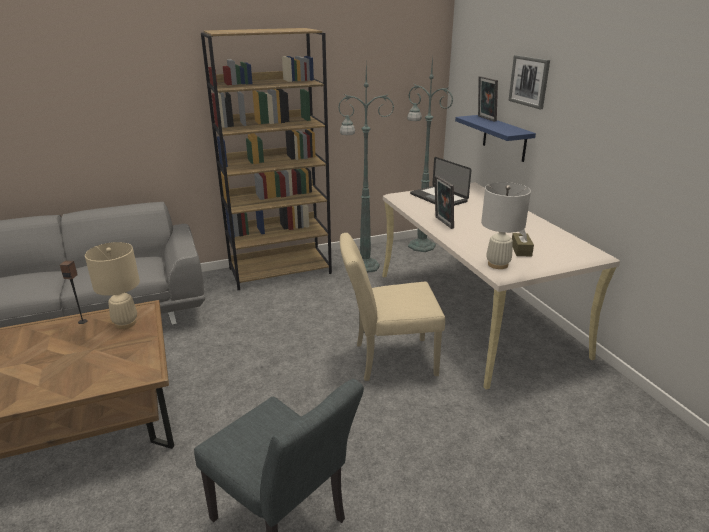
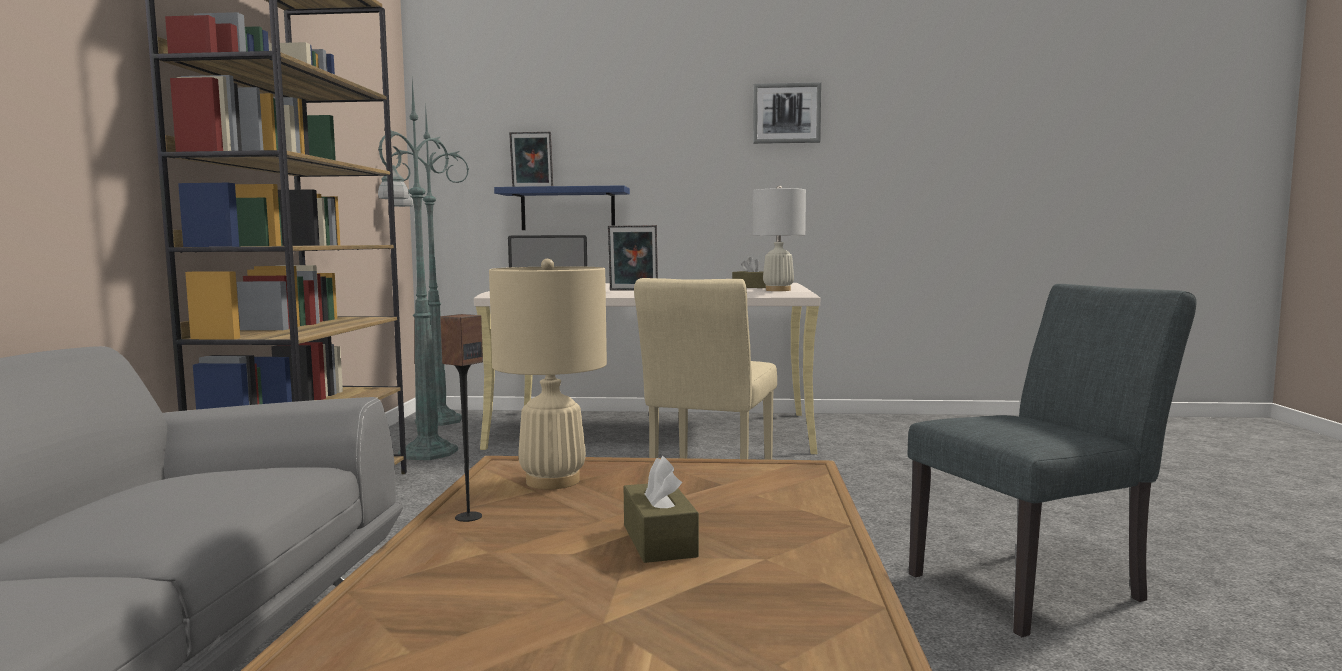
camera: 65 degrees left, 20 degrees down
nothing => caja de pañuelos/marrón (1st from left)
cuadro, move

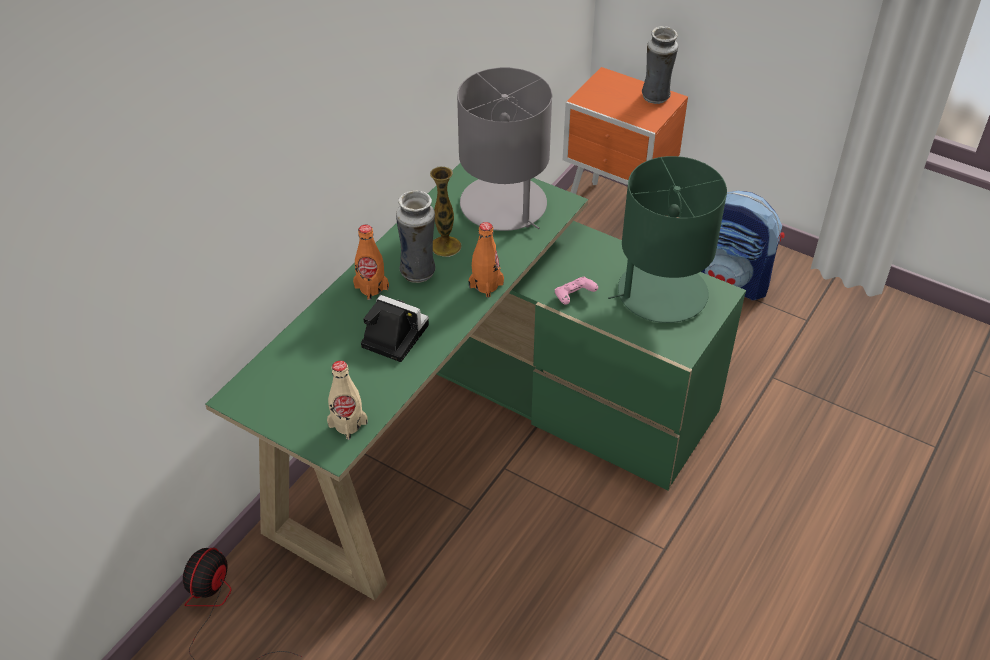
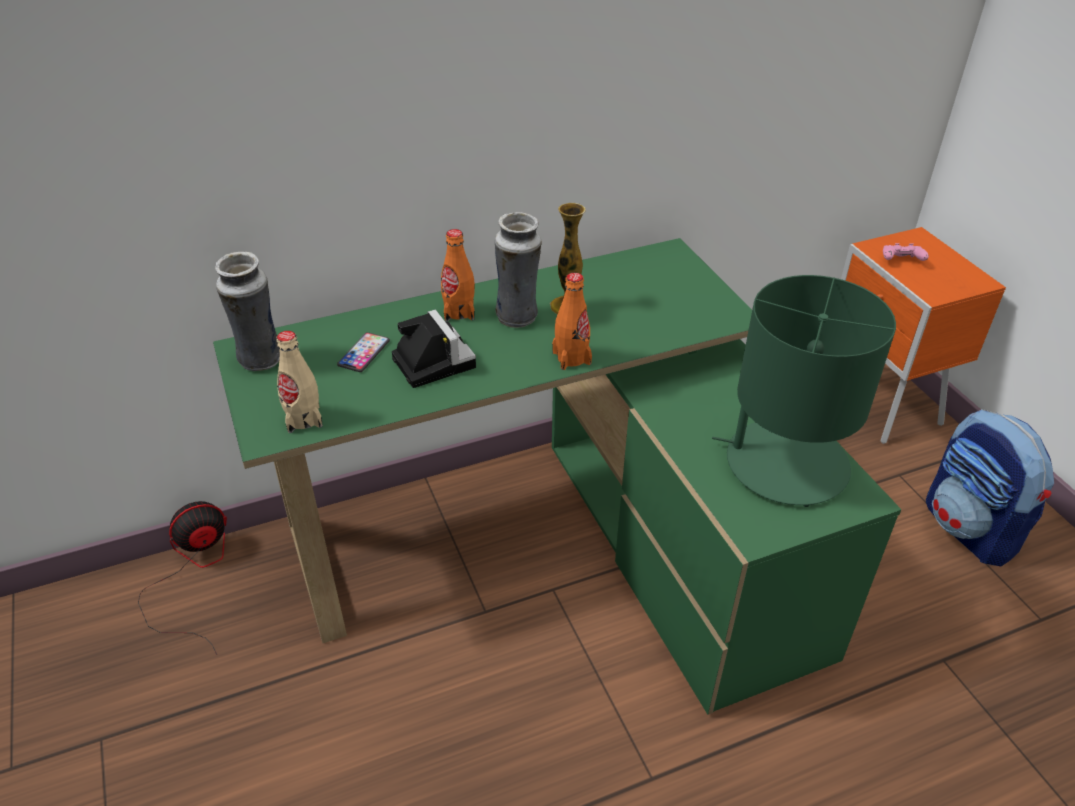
camera: 35 degrees right, 5 degrees down
florero (3rd from left in the first image) => florero (1st from left), move
nothing => móvil
mando de consola/rosa, move
lámpara de mesa/gris => nothing

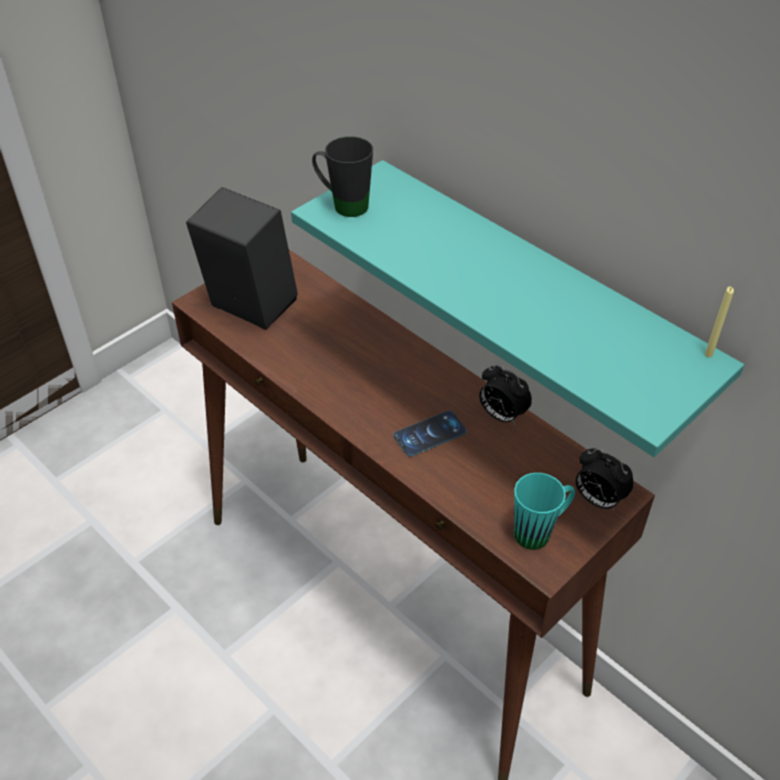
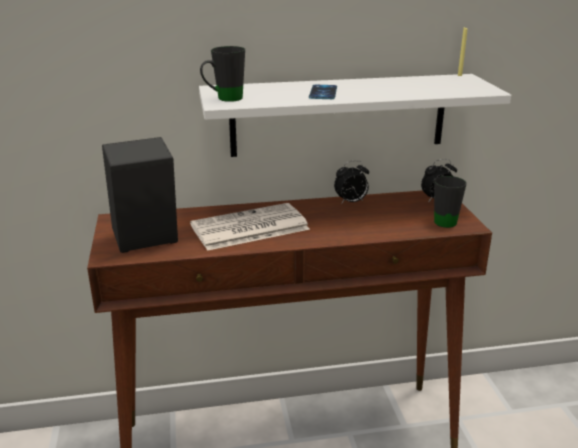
camera: 55 degrees left, 20 degrees down
nothing => periódico
estante/turquesa => estante/blanco
móvil, move
taza grande/turquesa => taza grande/negro (2nd from left)

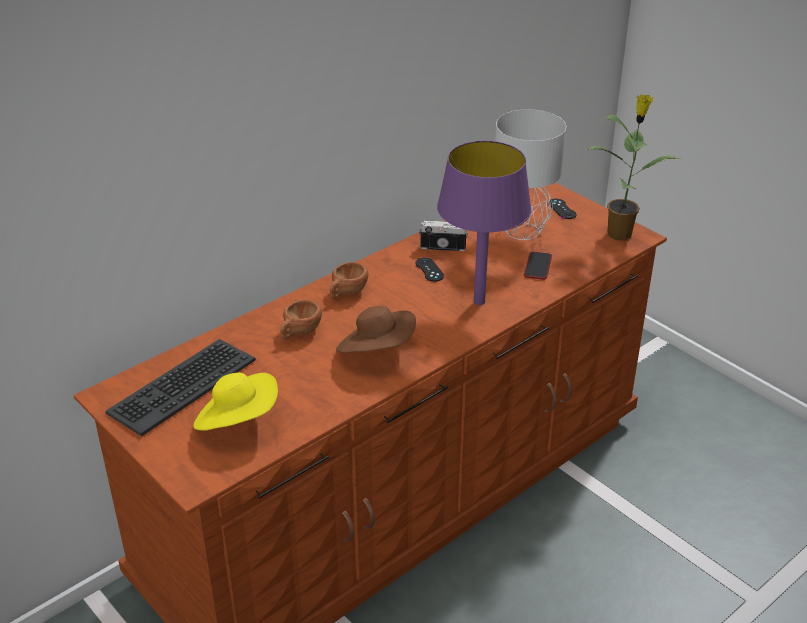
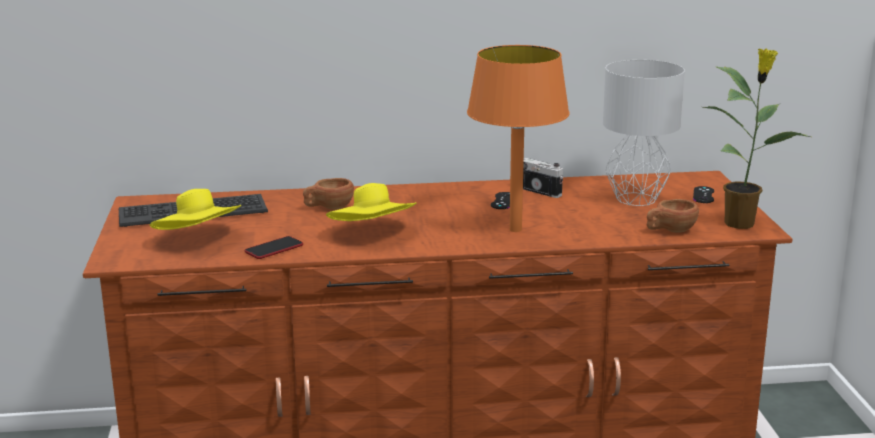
camera: 35 degrees right, 15 degrees down
móvil, move
sombrero/marrón => sombrero/amarillo (2nd from left)
lámpara de mesa/morado => lámpara de mesa/naranja
taza/marrón (2nd from left), move

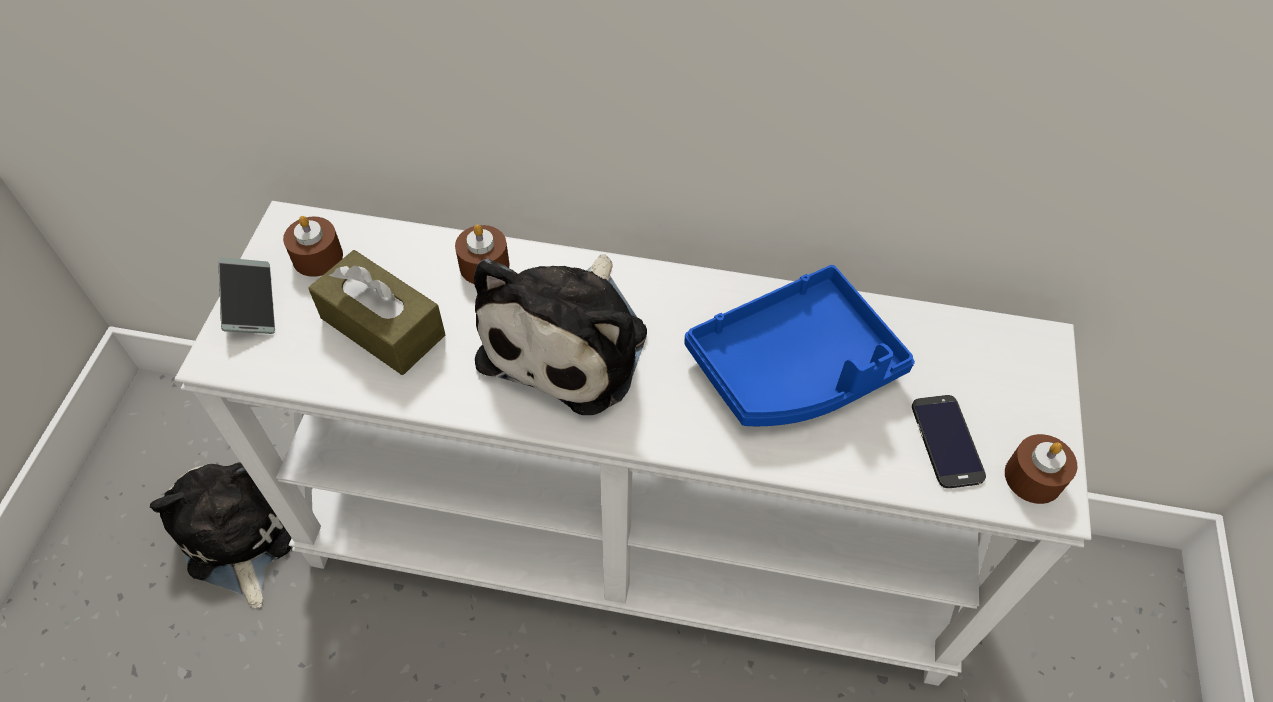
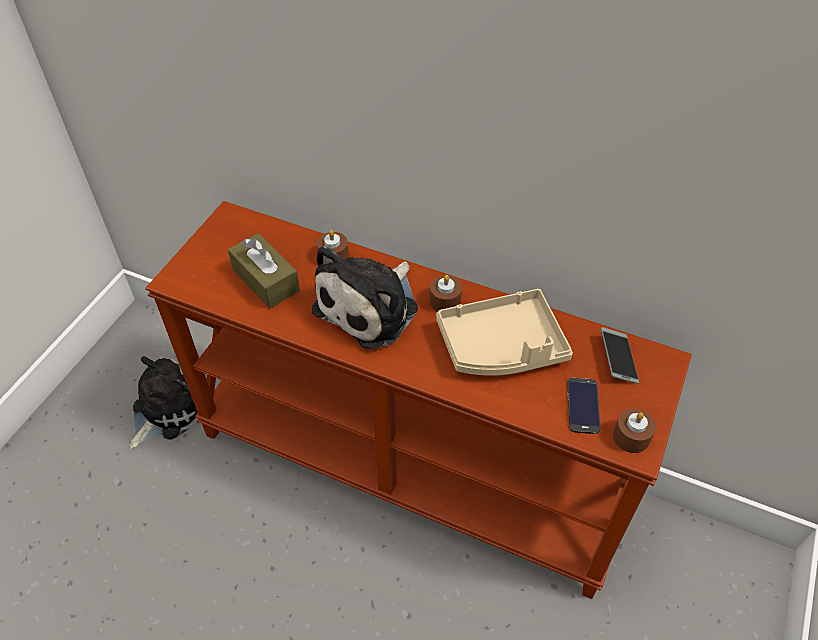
camera: 15 degrees right, 5 degrees down
peluche (1st from left), 45 degrees clockwise
mesa consola/blanco => mesa consola/marrón
vela/marrón (1st from left in the first image) => vela/marrón (2nd from left), move
bandeja/azul => bandeja/beis
móvil (1st from left in the first image) => móvil (2nd from left), move

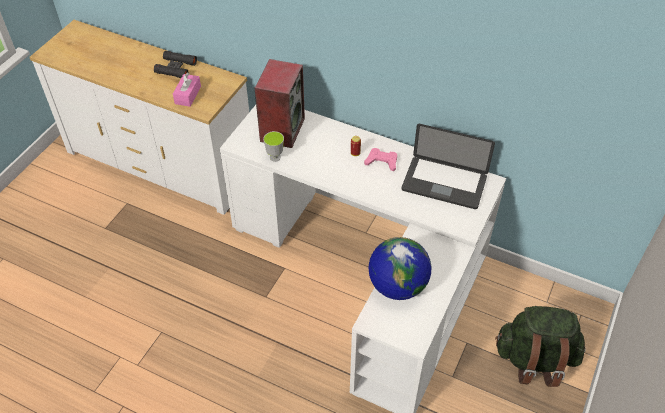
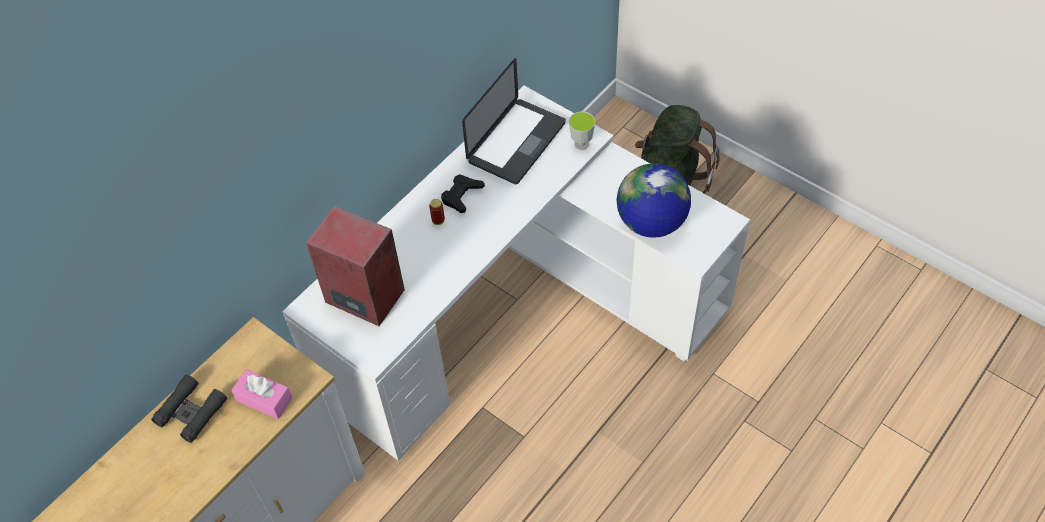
camera: 75 degrees left, 5 degrees up
mando de consola/rosa => mando de consola/negro
taza, move

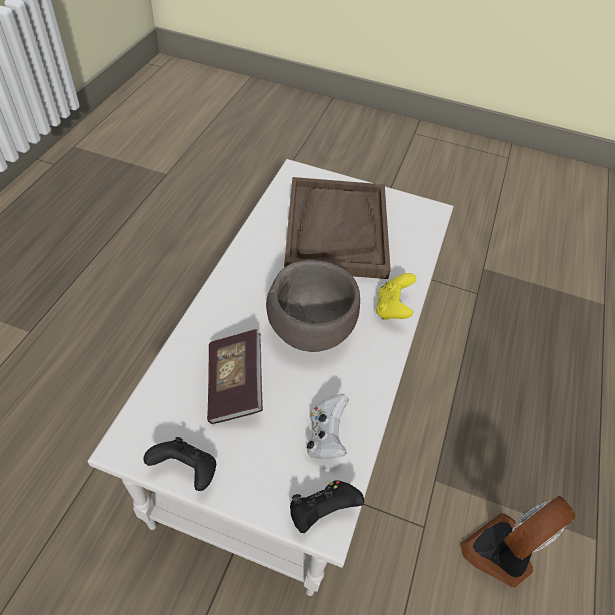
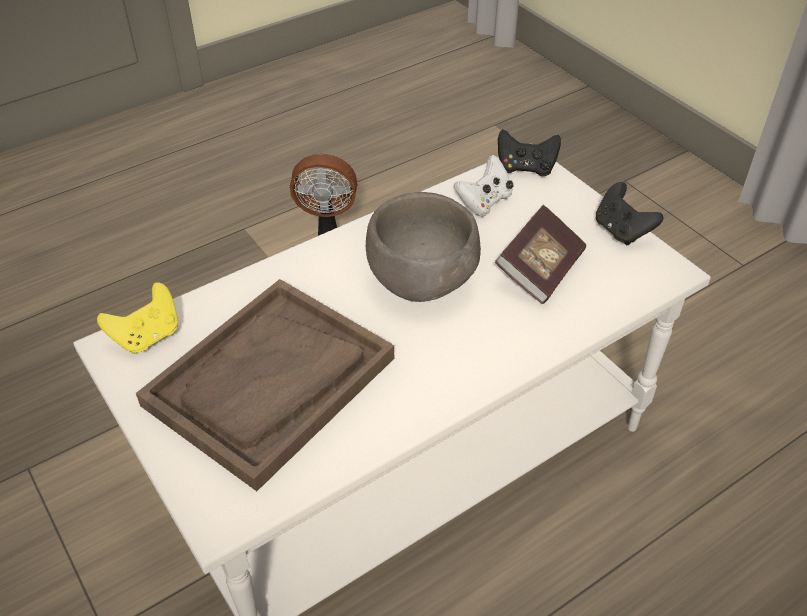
camera: 140 degrees left, 5 degrees down
mando de consola/amarillo, move

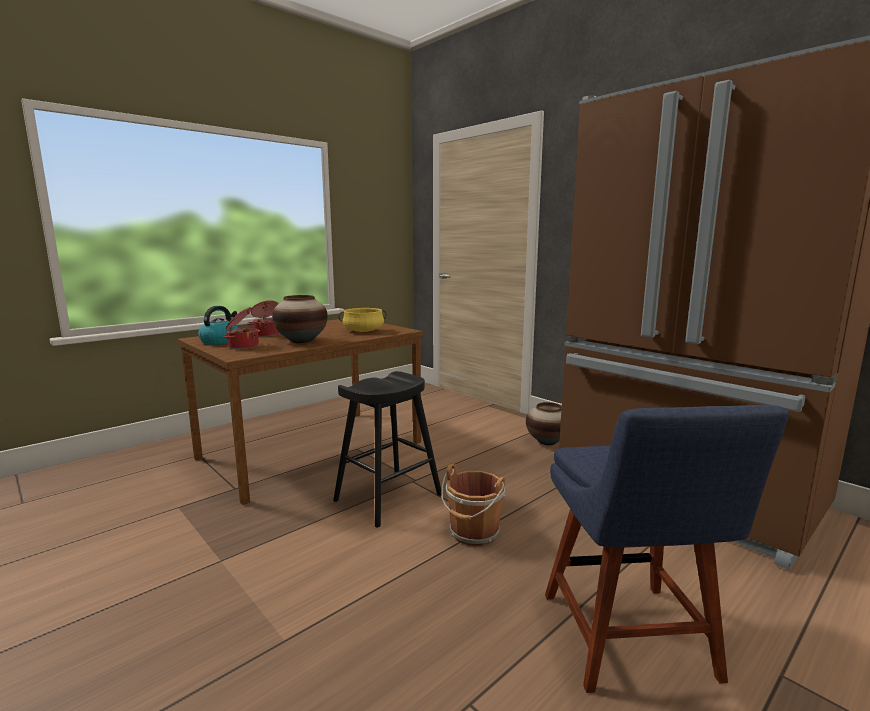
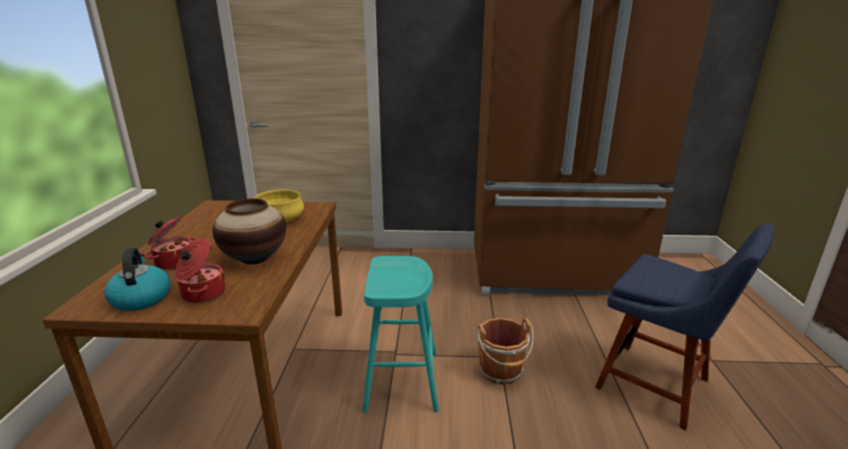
camera: 45 degrees left, 10 degrees up
taburete/negro => taburete/turquesa
florero (2nd from left) => nothing

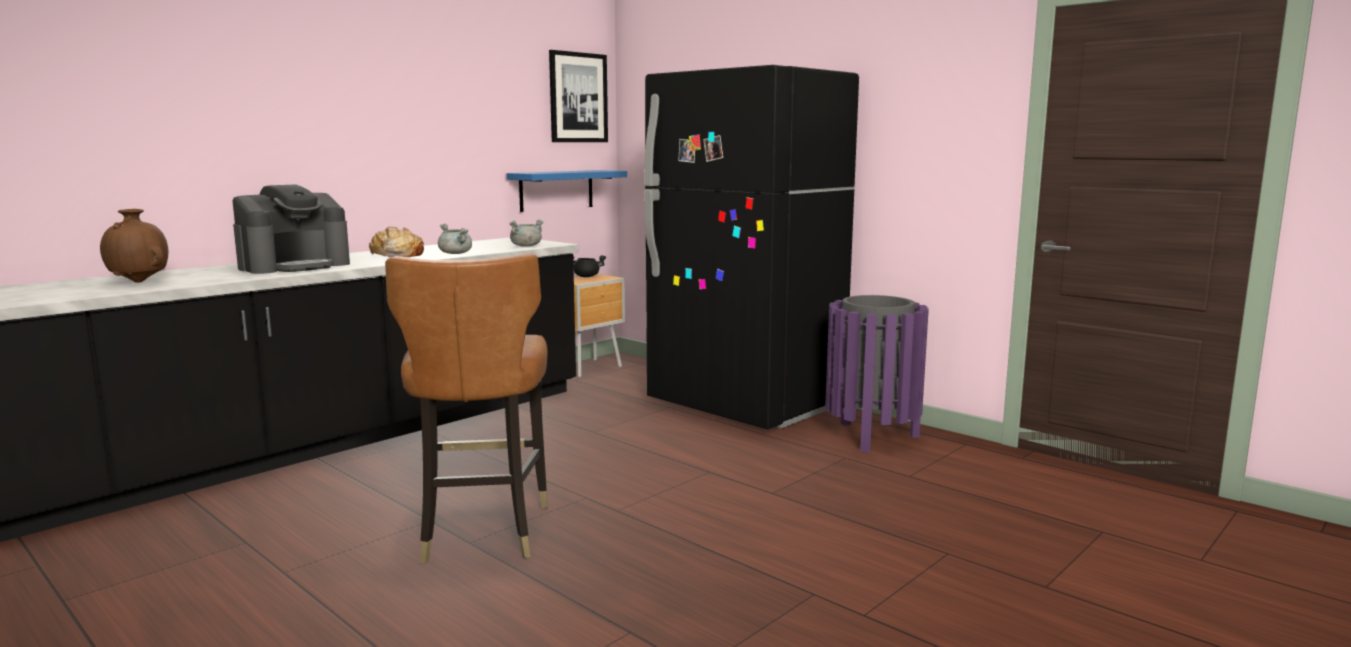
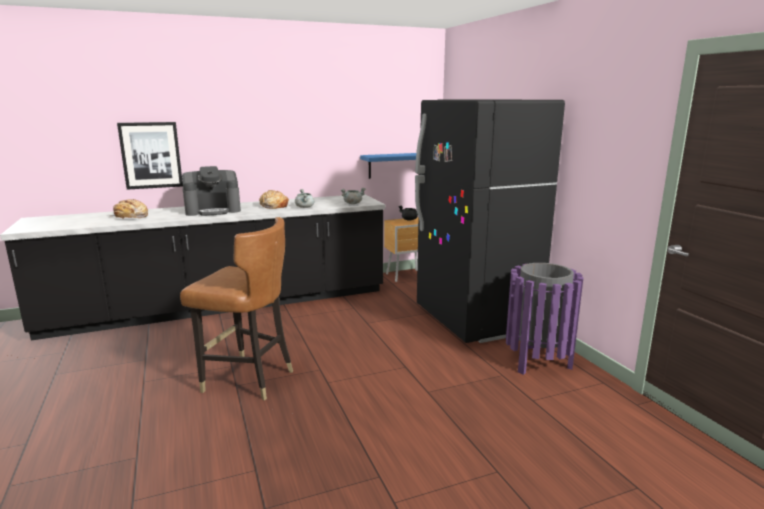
camera: 25 degrees right, 5 degrees up
florero/marrón => pan (1st from left)
cuadro, move
silla/marrón, 90 degrees counterclockwise

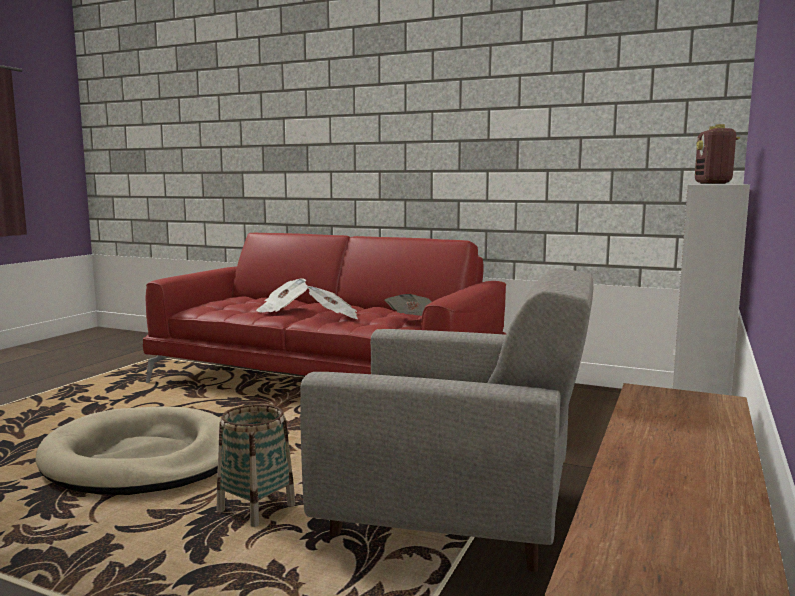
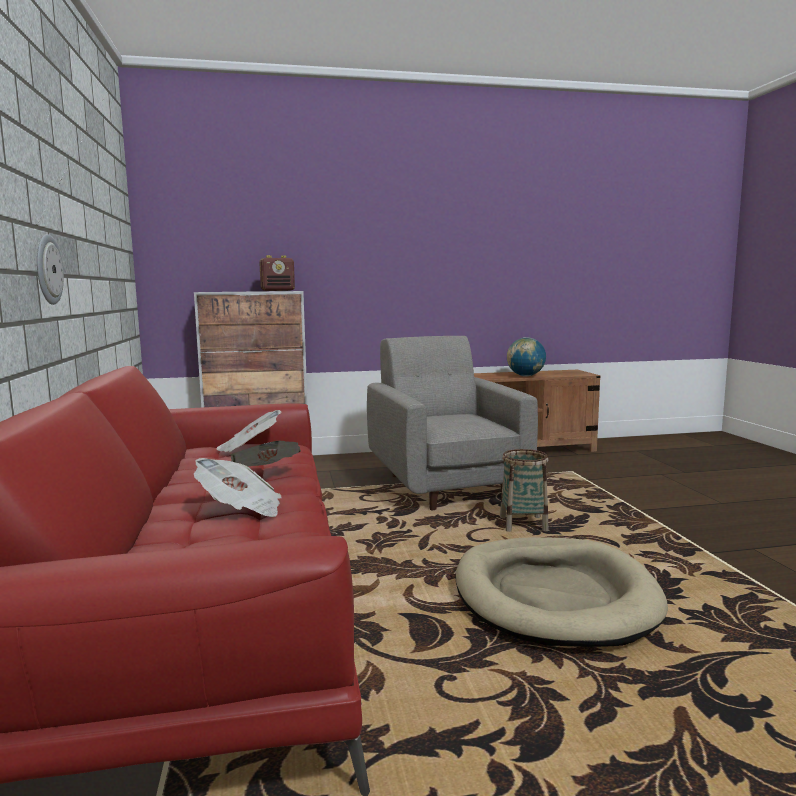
camera: 125 degrees left, 0 degrees up
nothing => reloj de pared
nothing => globo terráqueo

